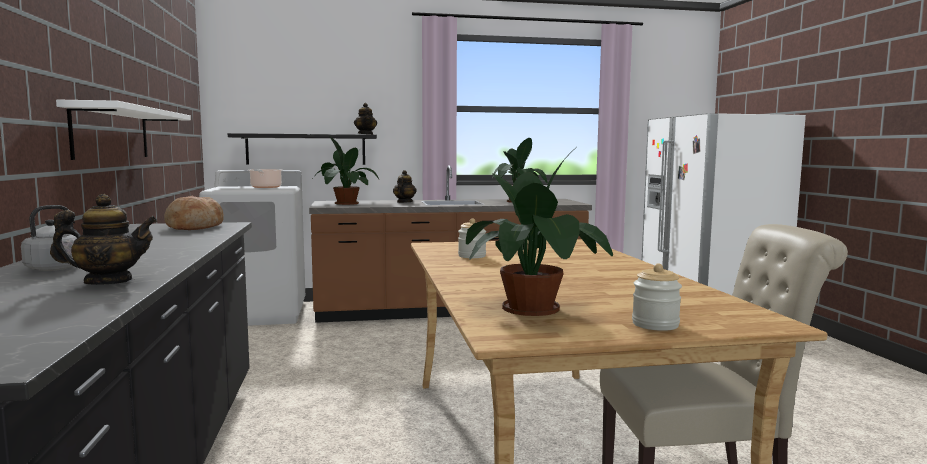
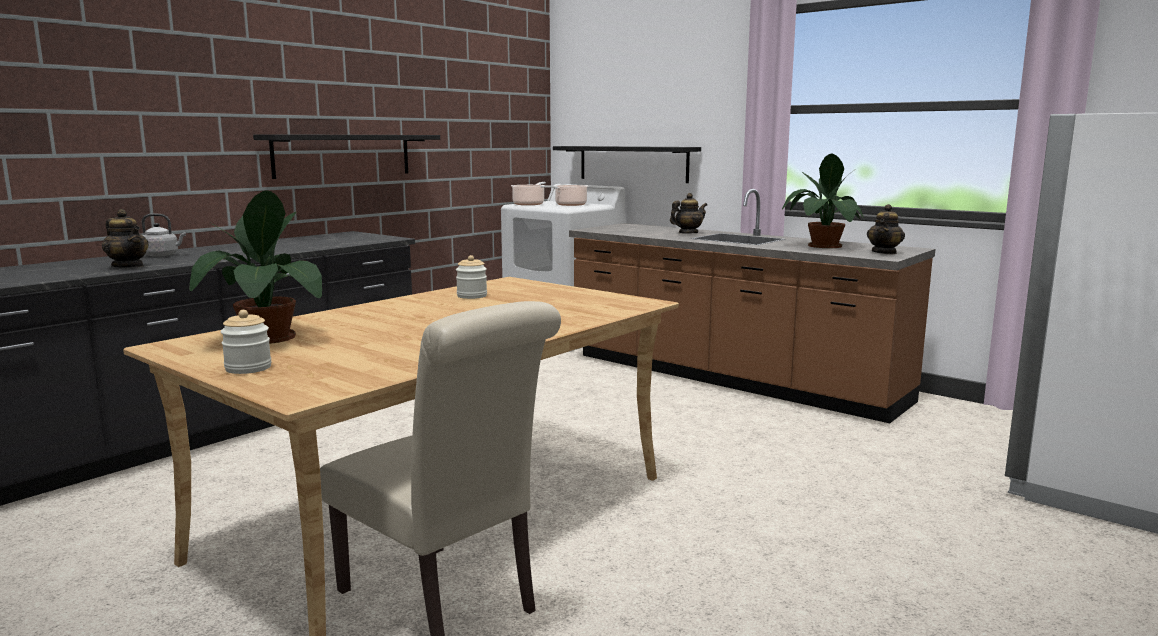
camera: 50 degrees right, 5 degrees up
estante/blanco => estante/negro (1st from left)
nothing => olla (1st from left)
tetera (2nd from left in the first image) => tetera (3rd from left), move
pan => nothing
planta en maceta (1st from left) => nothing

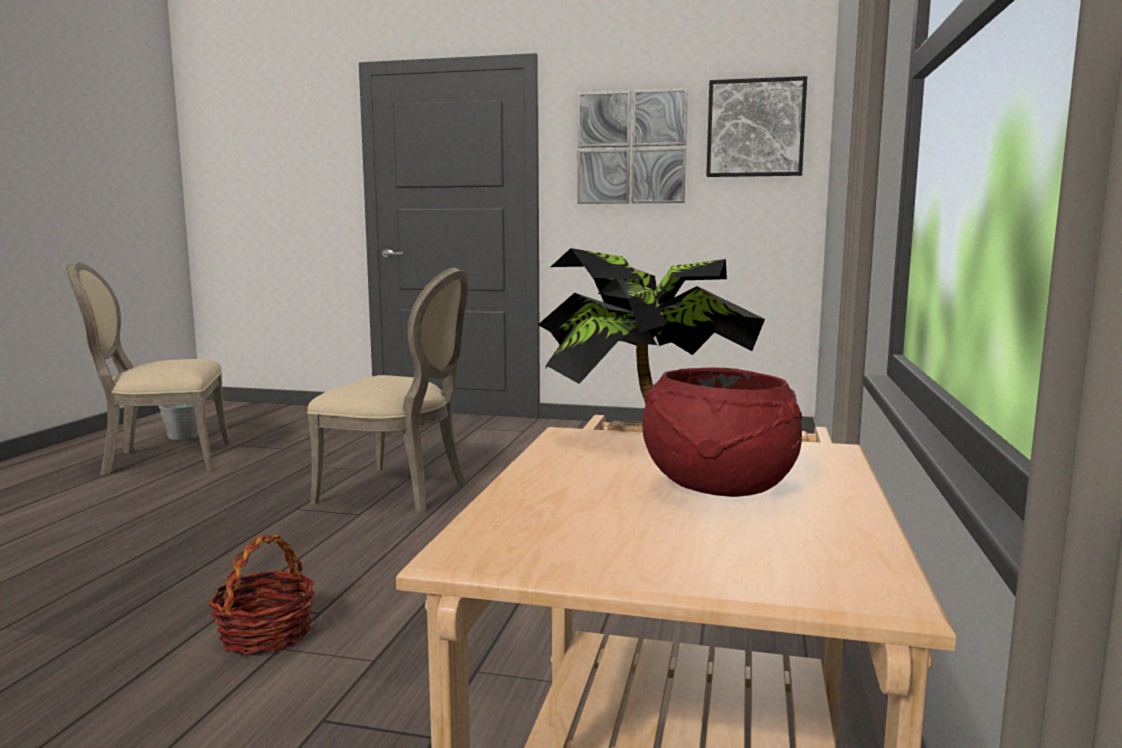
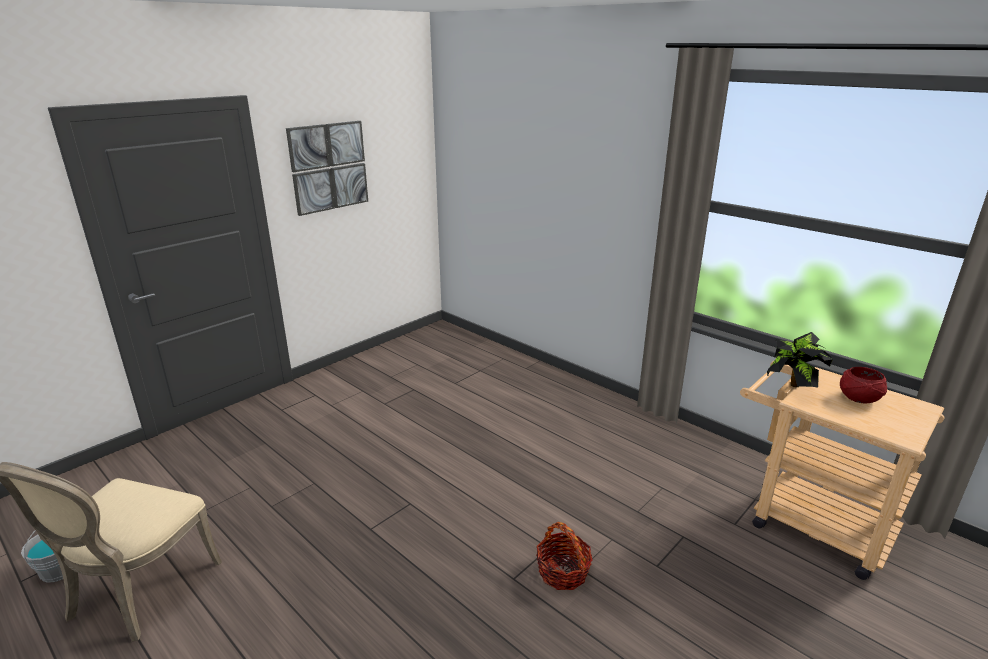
camera: 60 degrees left, 15 degrees up
silla/beis (2nd from left) => nothing
cuadro (2nd from left) => nothing

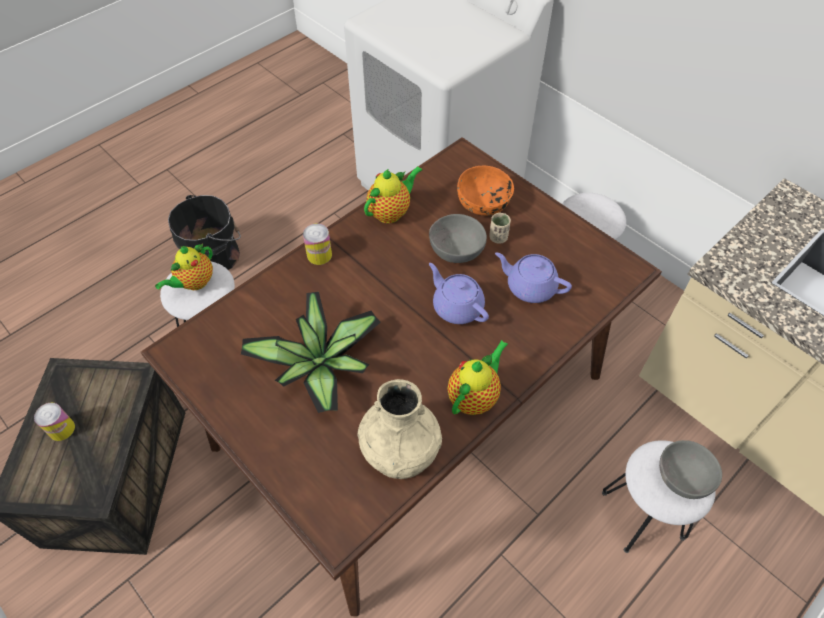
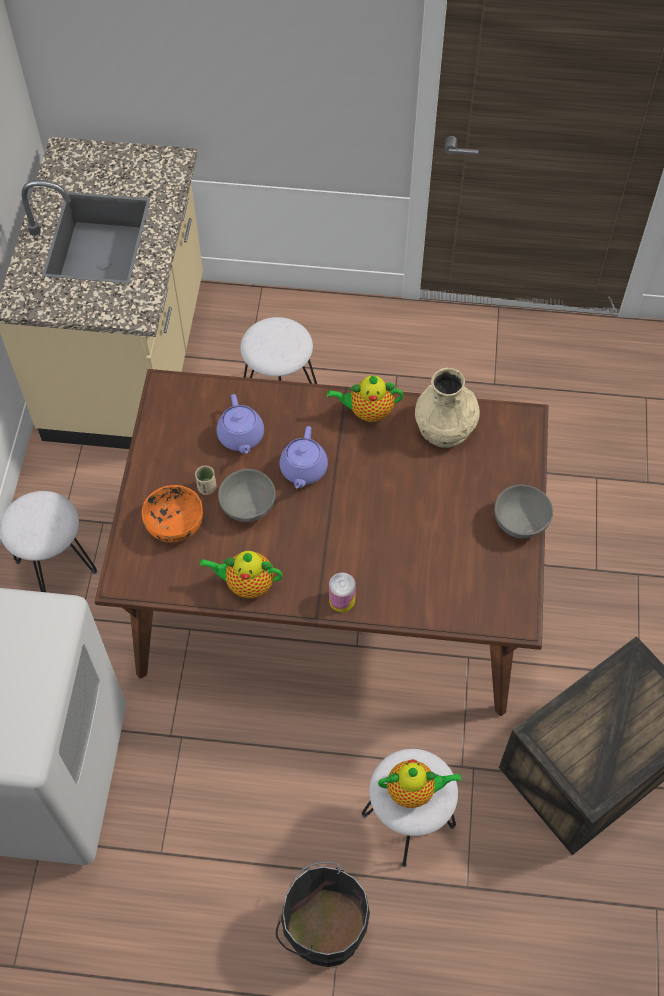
camera: 130 degrees left, 5 degrees up
cuenco/gris (2nd from left), move
lata (1st from left) => nothing
planta en maceta => nothing

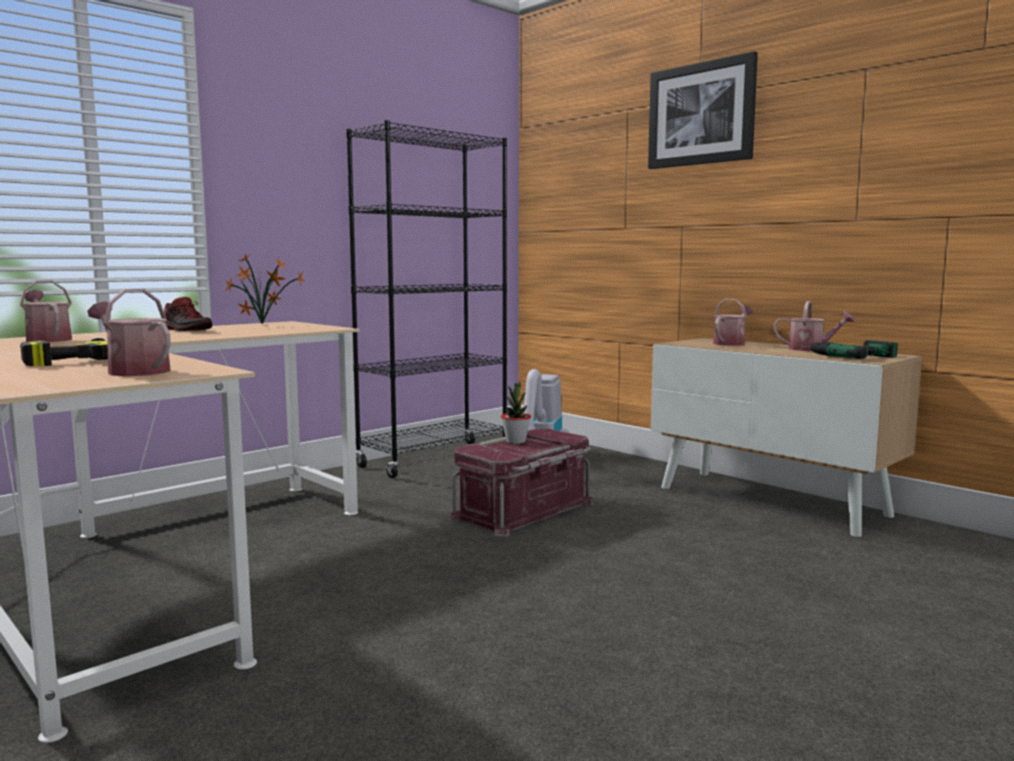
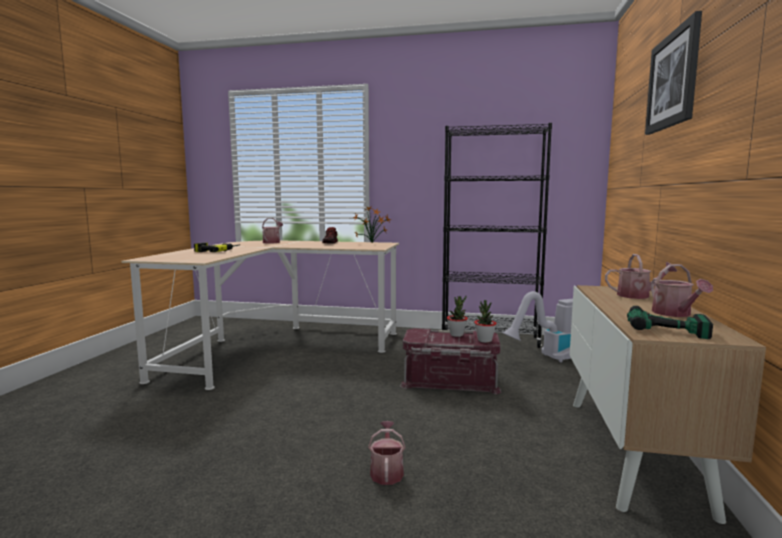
camera: 55 degrees right, 0 degrees up
regadera (2nd from left), move
nothing => planta en maceta (3rd from left)

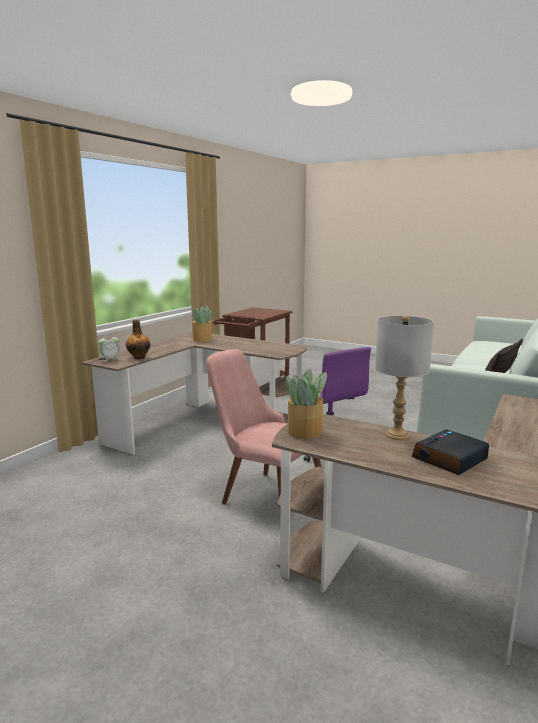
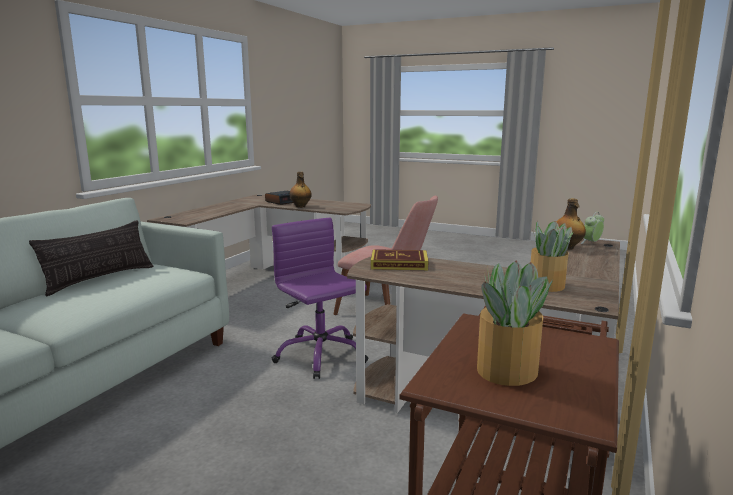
camera: 175 degrees right, 0 degrees up
lámpara de mesa/gris => botella (1st from left)
nothing => libro
planta en maceta (2nd from left in the first image) => planta en maceta (1st from left), move

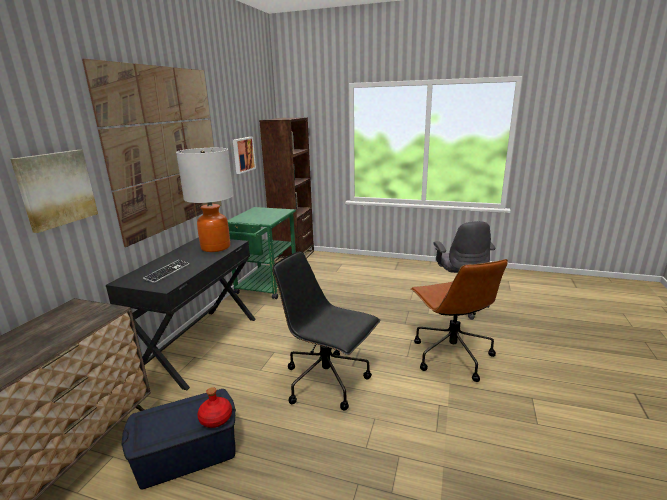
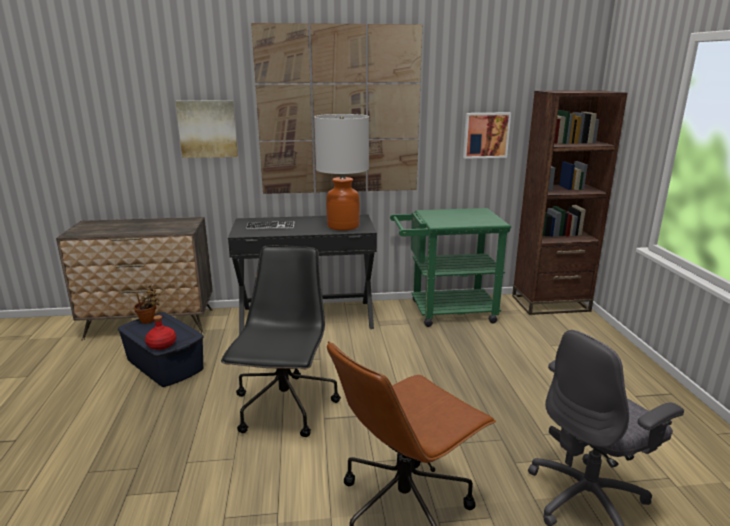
camera: 65 degrees right, 0 degrees up
nothing => planta en maceta

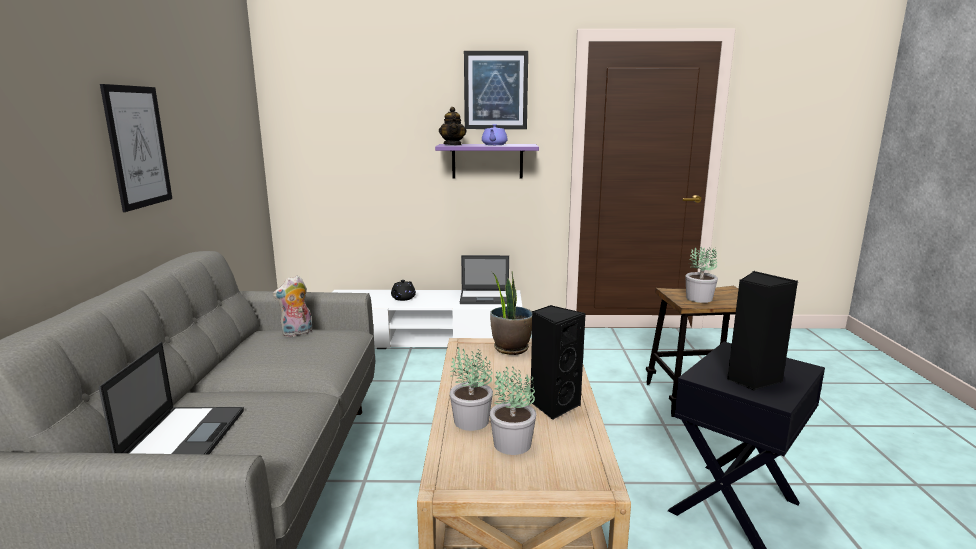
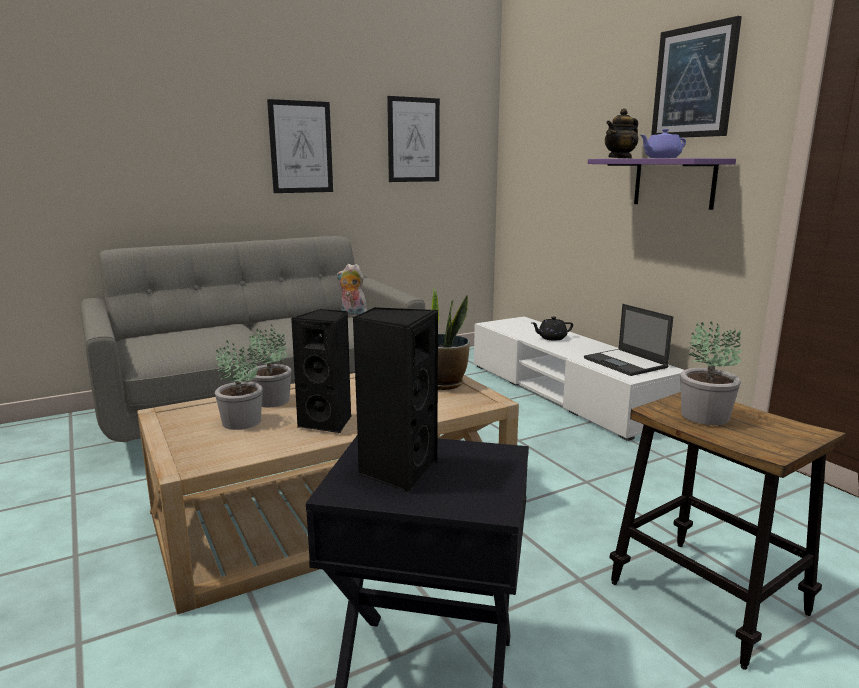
camera: 60 degrees right, 0 degrees up
nothing => cuadro (2nd from left)
portátil (1st from left) => nothing

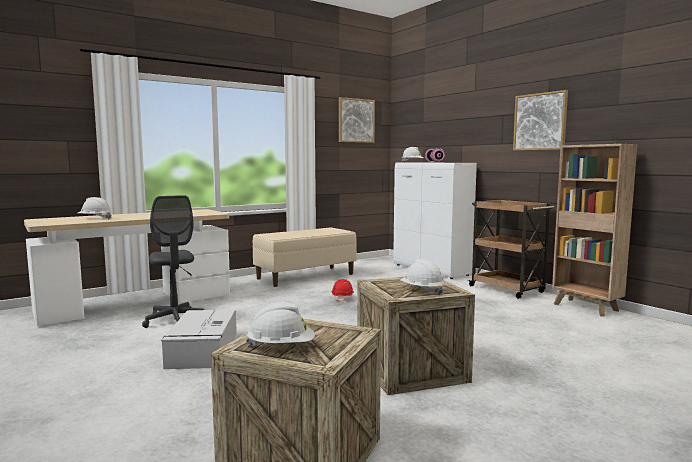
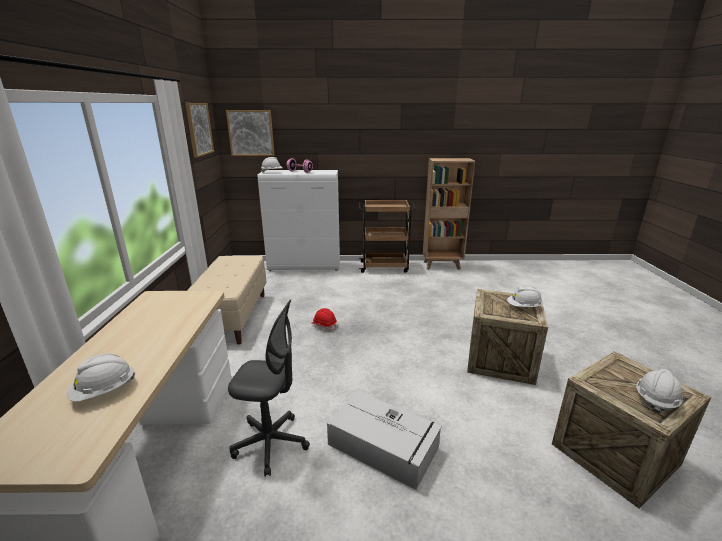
camera: 55 degrees left, 15 degrees up
cuadro (2nd from left), move

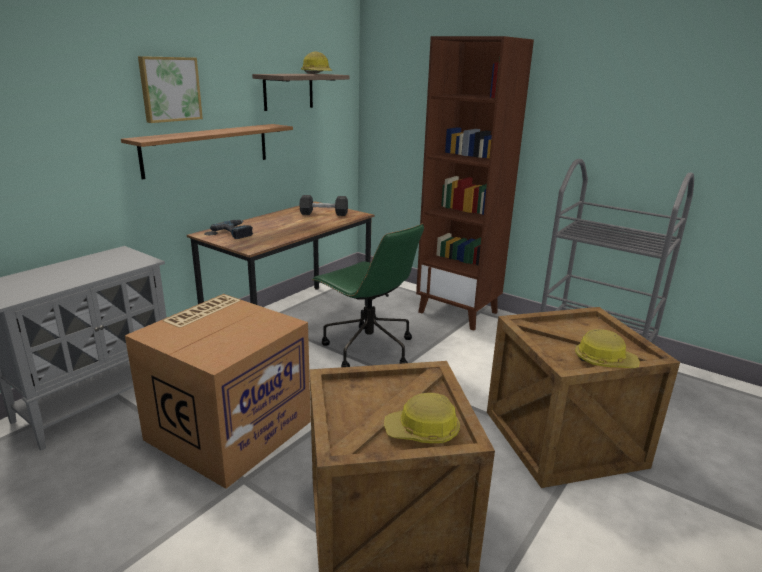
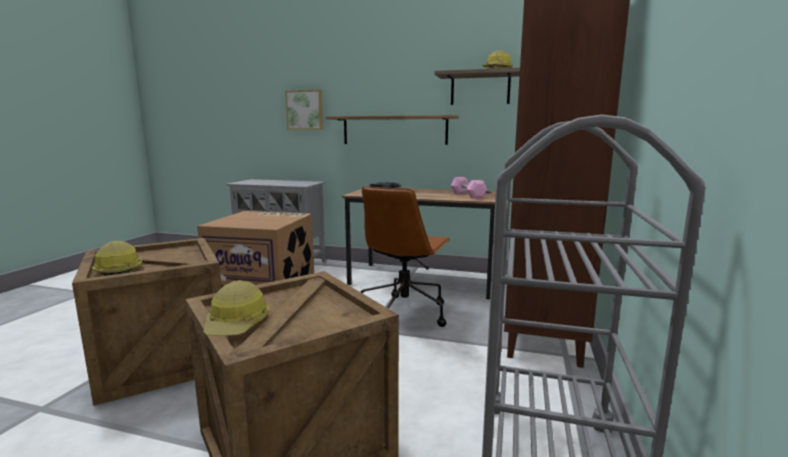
camera: 70 degrees right, 10 degrees down
cuadro, move
silla de oficina/verde => silla de oficina/marrón
mancuerna/negro => mancuerna/rosa

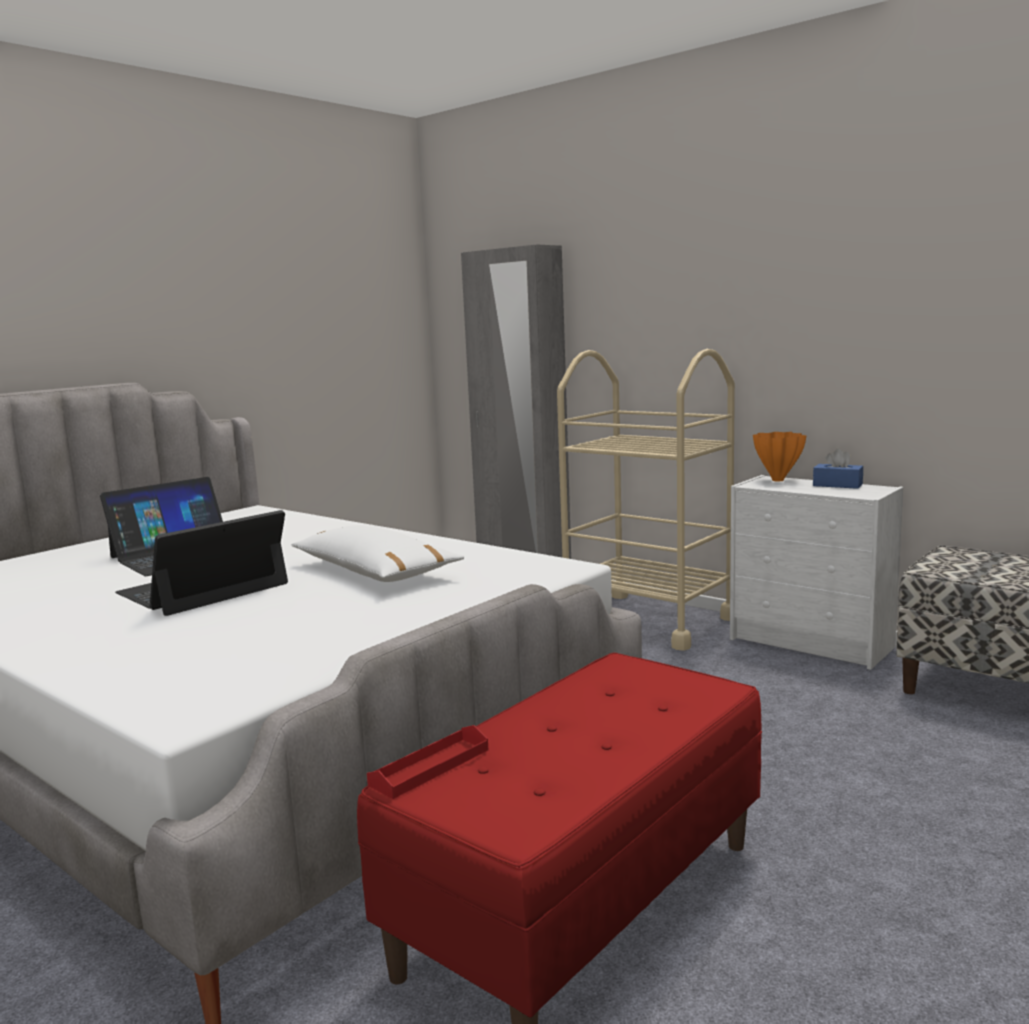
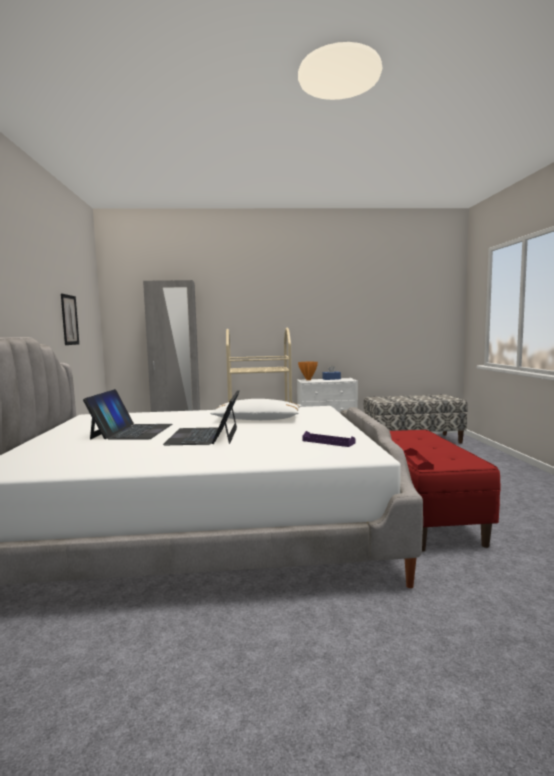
camera: 45 degrees left, 5 degrees down
nothing => cuadro
nothing => bandeja/morado

